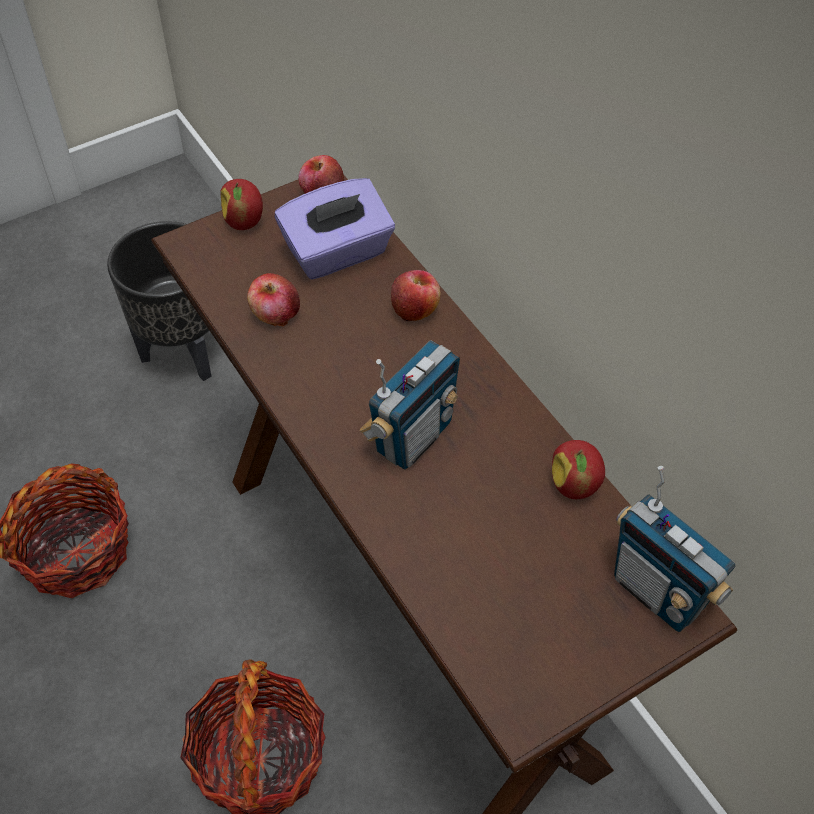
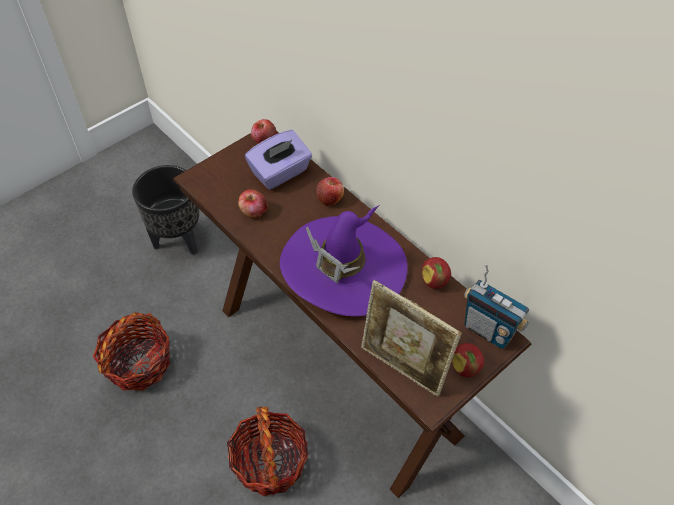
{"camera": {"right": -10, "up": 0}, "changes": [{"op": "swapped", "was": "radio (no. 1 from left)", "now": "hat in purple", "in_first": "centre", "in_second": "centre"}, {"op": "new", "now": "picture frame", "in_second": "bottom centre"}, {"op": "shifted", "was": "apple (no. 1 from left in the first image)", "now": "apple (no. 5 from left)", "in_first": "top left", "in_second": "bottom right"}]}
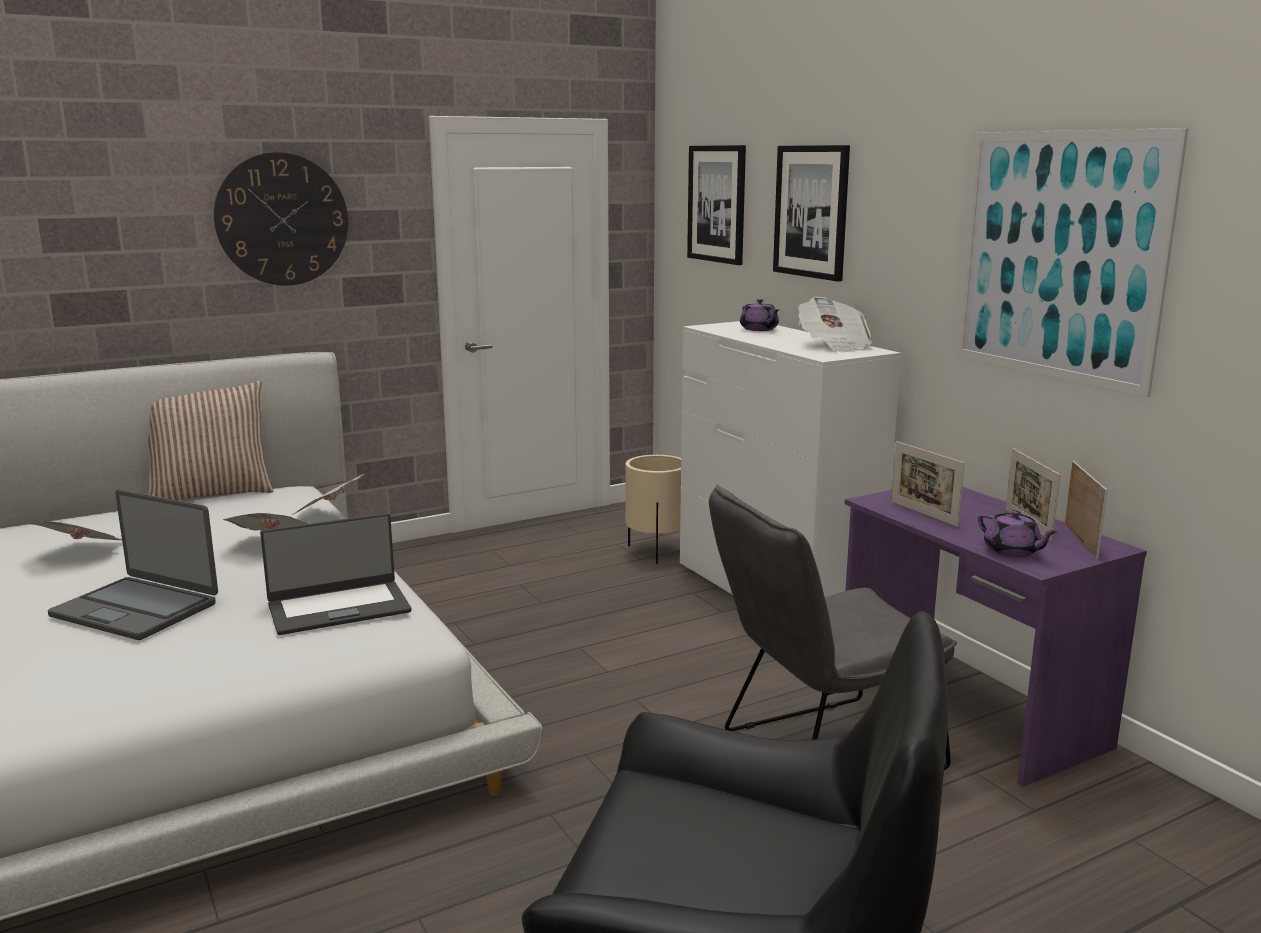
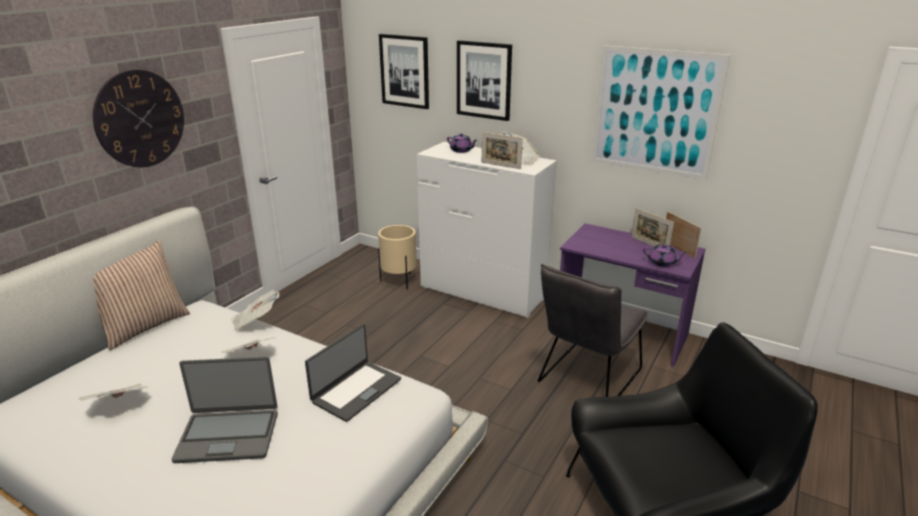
{"camera": {"right": -30, "up": 10}, "changes": [{"op": "shifted", "was": "picture frame (no. 1 from left)", "in_first": "middle right", "in_second": "top centre"}]}
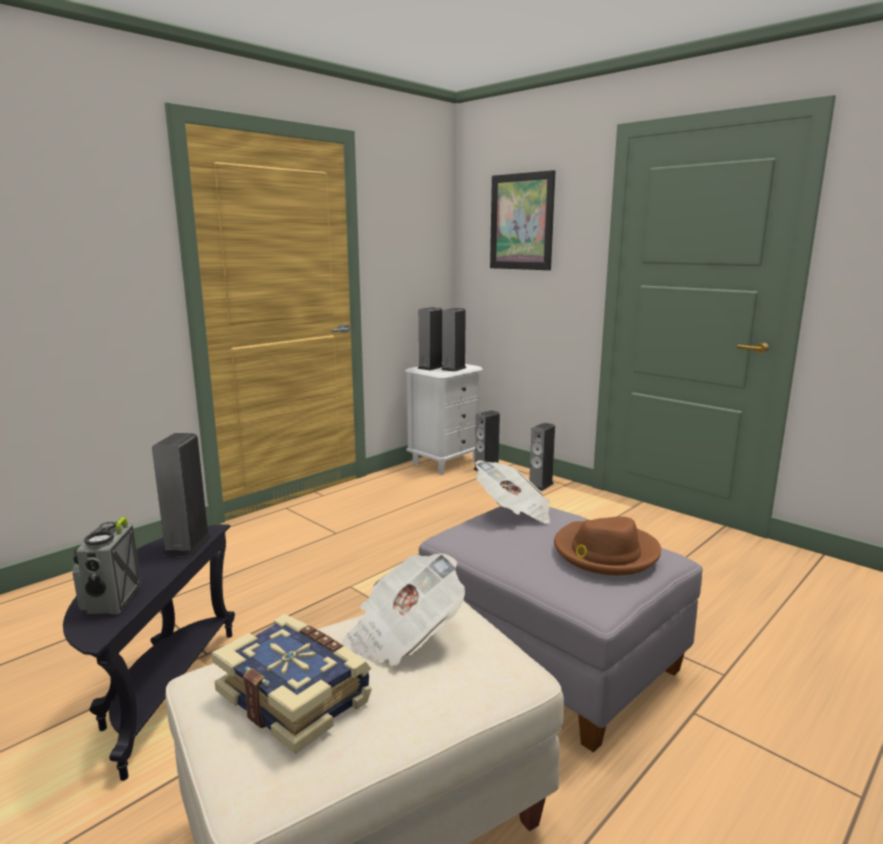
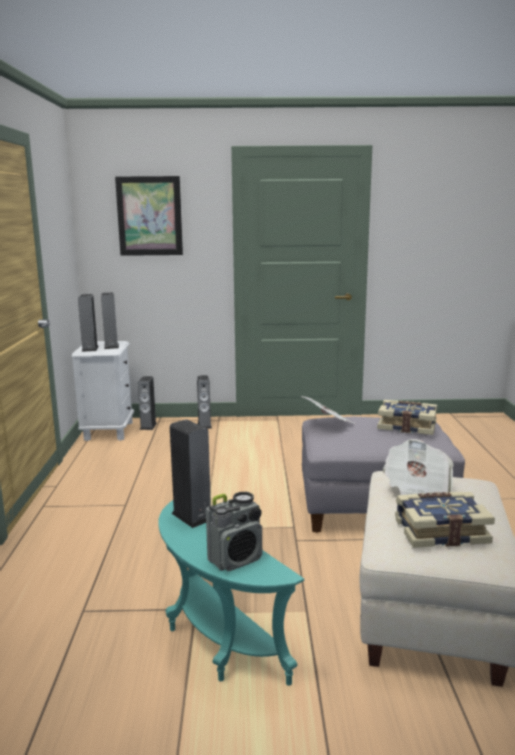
{"camera": {"right": -45, "up": 0}, "changes": [{"op": "repainted", "was": "side table in black", "now": "side table in turquoise", "in_first": "bottom left", "in_second": "bottom centre"}, {"op": "rotated", "was": "radio", "in_first": "bottom left", "in_second": "bottom centre", "clockwise": -75}, {"op": "swapped", "was": "hat in brown", "now": "book (no. 1 from left)", "in_first": "middle right", "in_second": "middle right"}]}
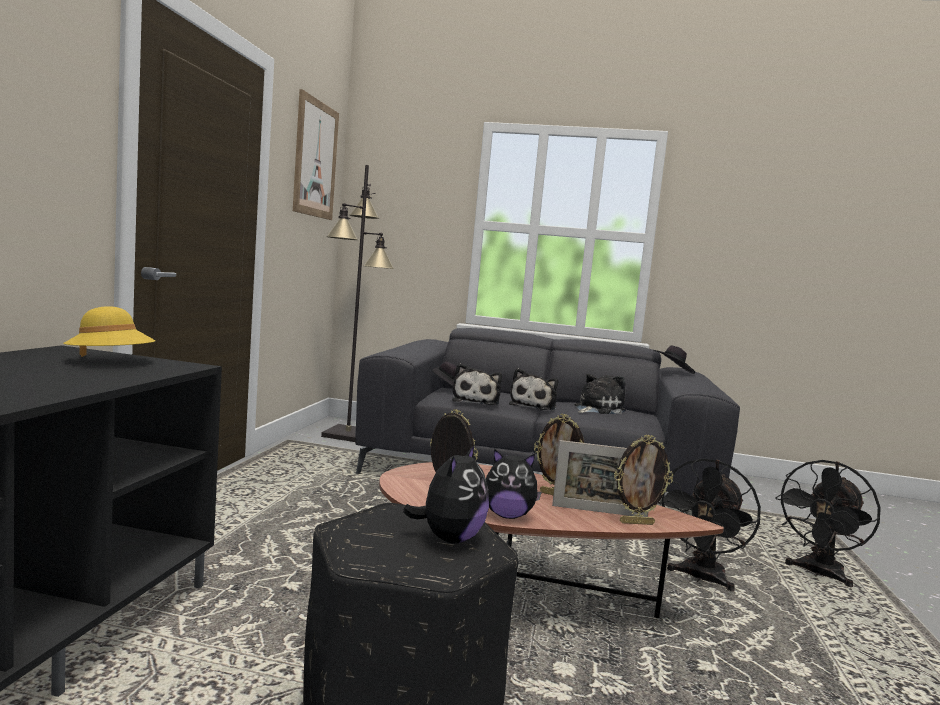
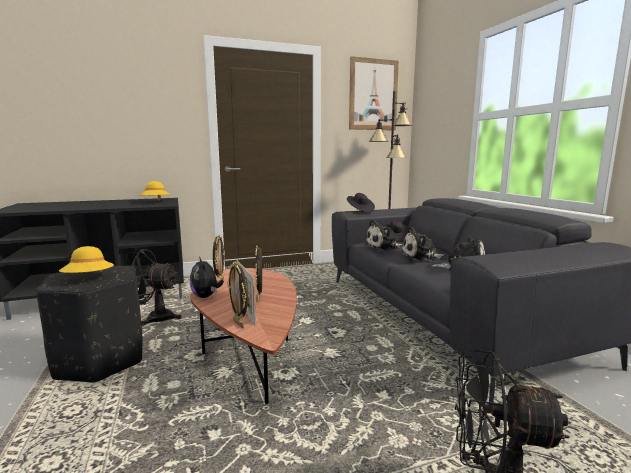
{"camera": {"right": 60, "up": 5}, "changes": [{"op": "swapped", "was": "plush toy (no. 1 from left)", "now": "hat in yellow (no. 1 from left)", "in_first": "bottom centre", "in_second": "middle left"}, {"op": "shifted", "was": "fan in black (no. 1 from left)", "in_first": "bottom right", "in_second": "middle left"}, {"op": "shifted", "was": "hat in black (no. 2 from left in the first image)", "now": "hat in black (no. 1 from left)", "in_first": "middle right", "in_second": "centre"}]}
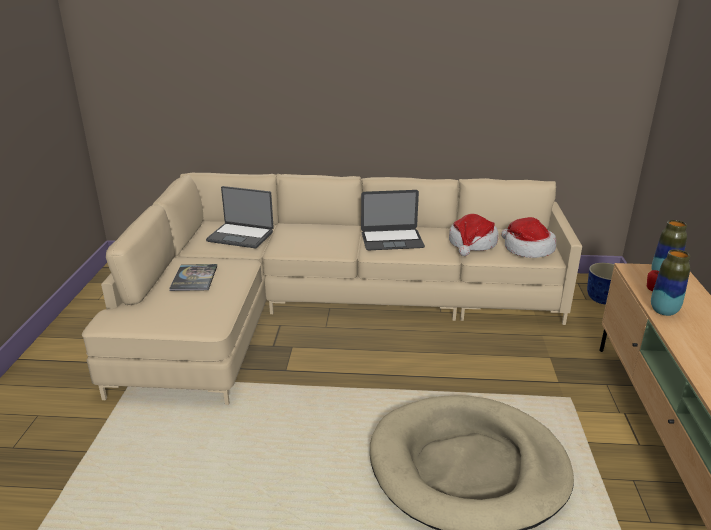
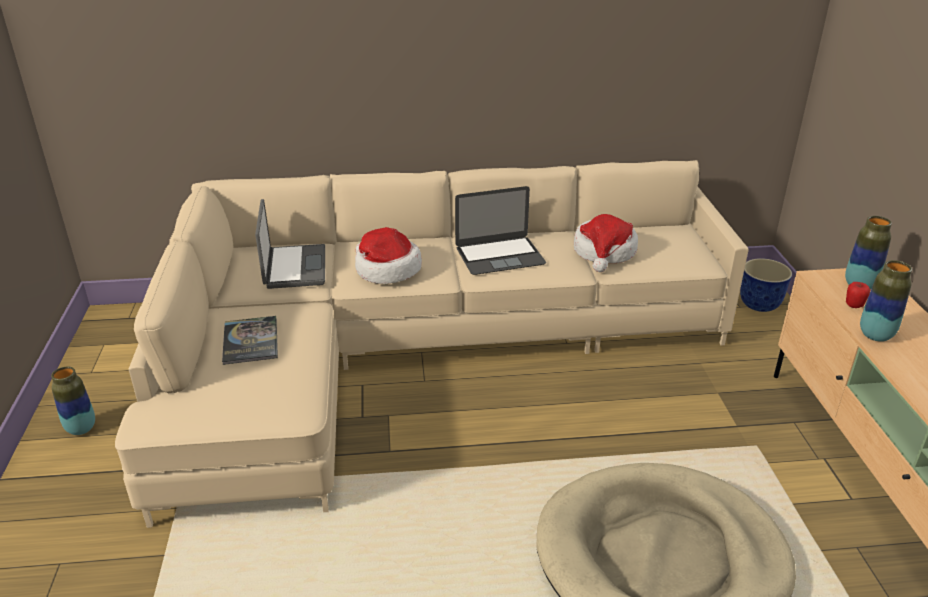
{"camera": {"right": -10, "up": 5}, "changes": [{"op": "new", "now": "vase (no. 1 from left)", "in_second": "bottom left"}, {"op": "rotated", "was": "laptop (no. 1 from left)", "in_first": "centre", "in_second": "middle left", "clockwise": -105}, {"op": "shifted", "was": "hat (no. 2 from left in the first image)", "now": "hat (no. 1 from left)", "in_first": "middle right", "in_second": "centre"}]}
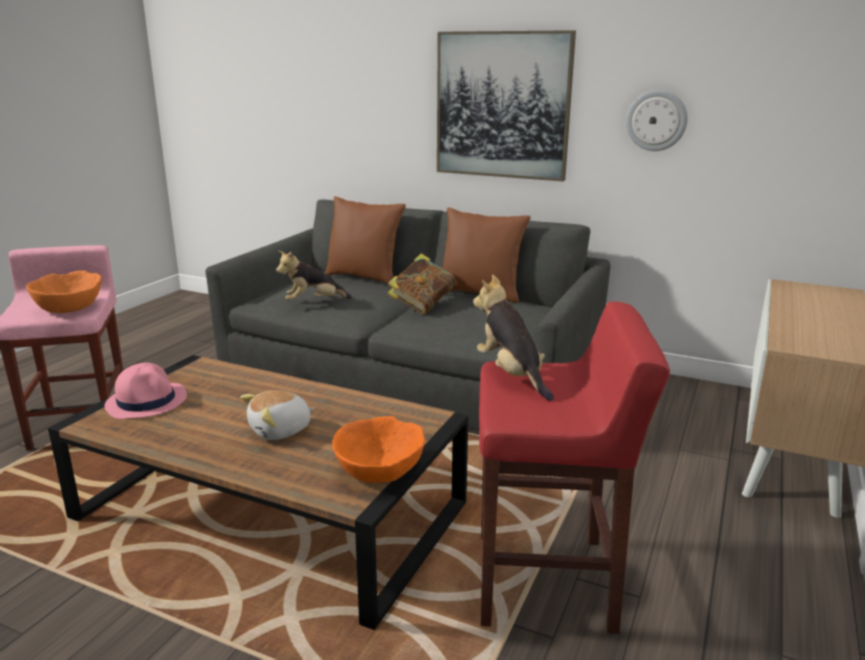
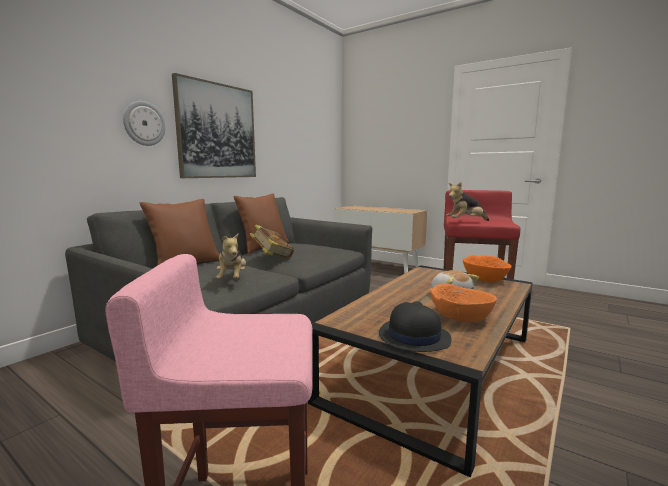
{"camera": {"right": -80, "up": -10}, "changes": [{"op": "shifted", "was": "wall clock", "in_first": "top right", "in_second": "top left"}, {"op": "repainted", "was": "hat in pink", "now": "hat in black", "in_first": "middle left", "in_second": "bottom centre"}, {"op": "shifted", "was": "bowl in orange (no. 1 from left)", "in_first": "middle left", "in_second": "middle right"}]}
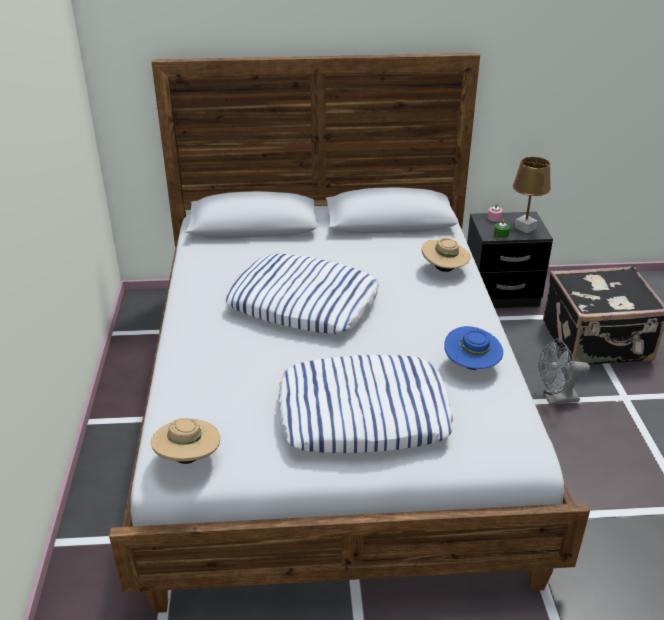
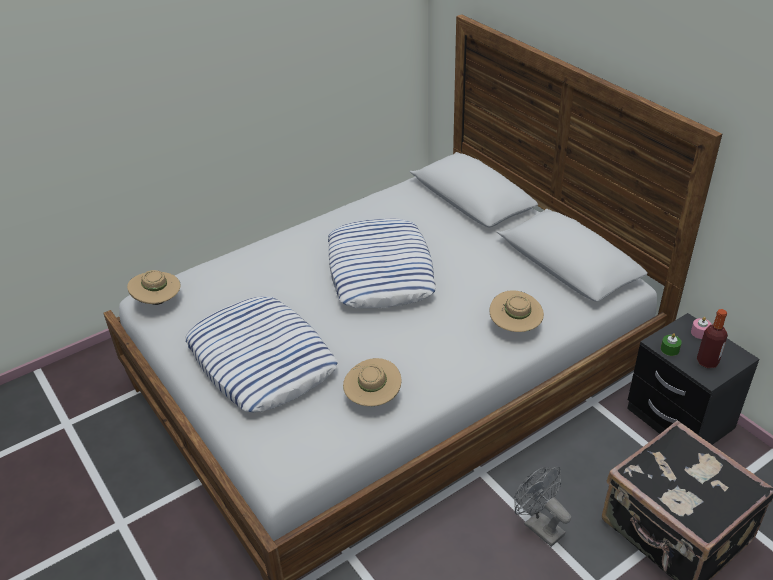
{"camera": {"right": 60, "up": 5}, "changes": [{"op": "repainted", "was": "hat in blue", "now": "hat in beige (no. 2 from left)", "in_first": "middle right", "in_second": "centre"}, {"op": "swapped", "was": "table lamp in brown", "now": "bottle", "in_first": "top right", "in_second": "middle right"}]}
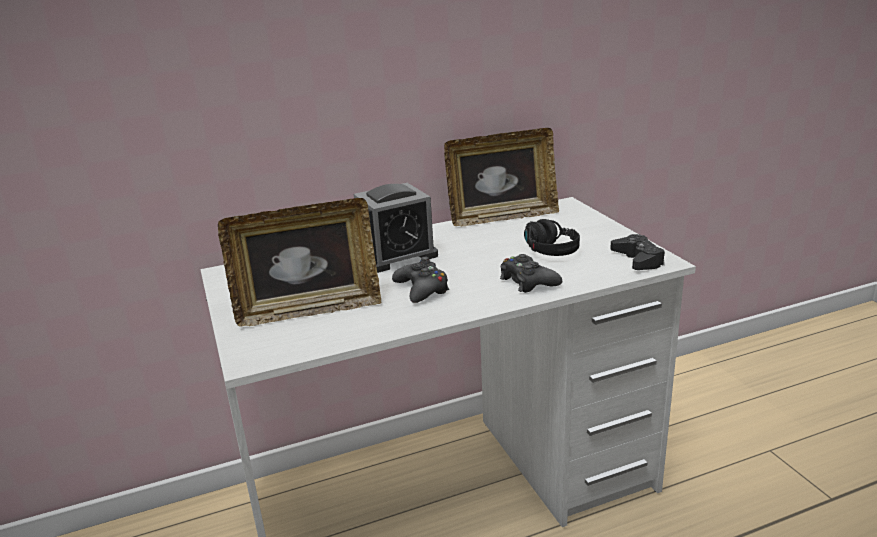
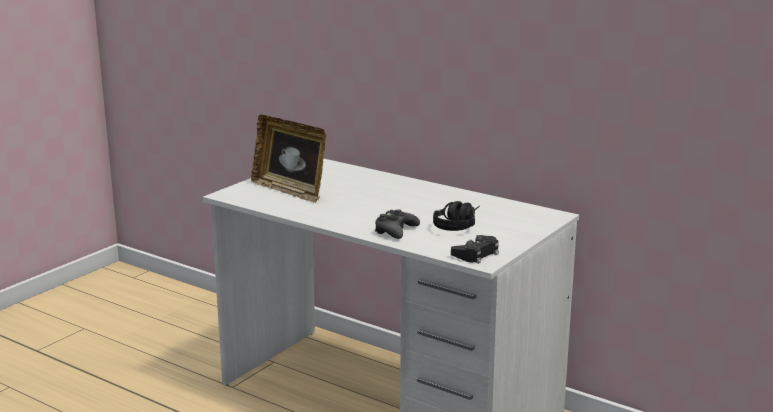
{"camera": {"right": 55, "up": -5}, "changes": [{"op": "gone", "was": "alarm clock", "in_first": "centre"}, {"op": "gone", "was": "game controller in black (no. 1 from left)", "in_first": "centre"}, {"op": "gone", "was": "picture frame (no. 2 from left)", "in_first": "top centre"}]}
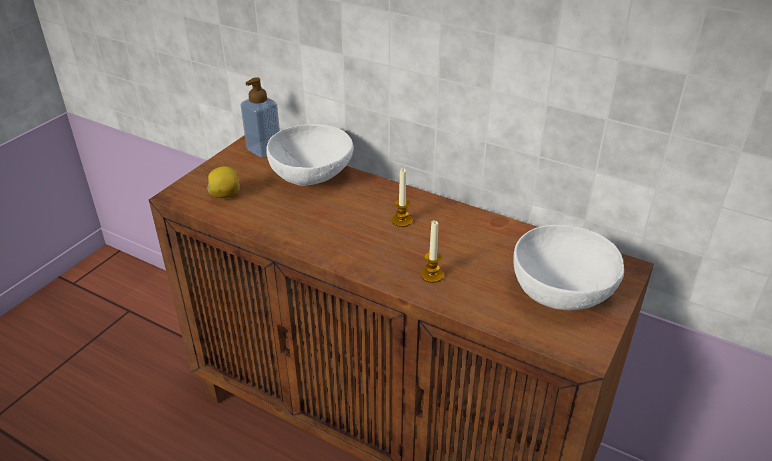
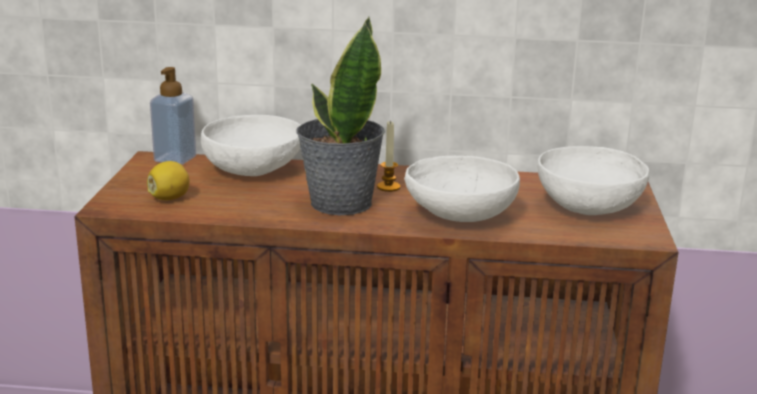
{"camera": {"right": -25, "up": -15}, "changes": [{"op": "new", "now": "potted plant", "in_second": "top centre"}, {"op": "swapped", "was": "candle (no. 2 from left)", "now": "bowl in white (no. 2 from left)", "in_first": "centre", "in_second": "centre"}]}
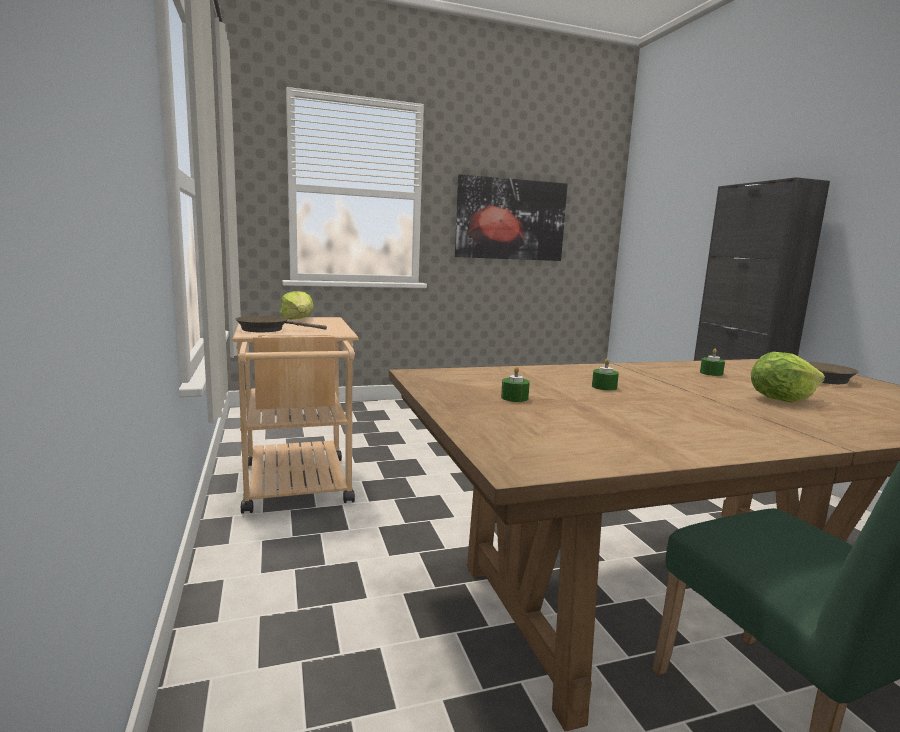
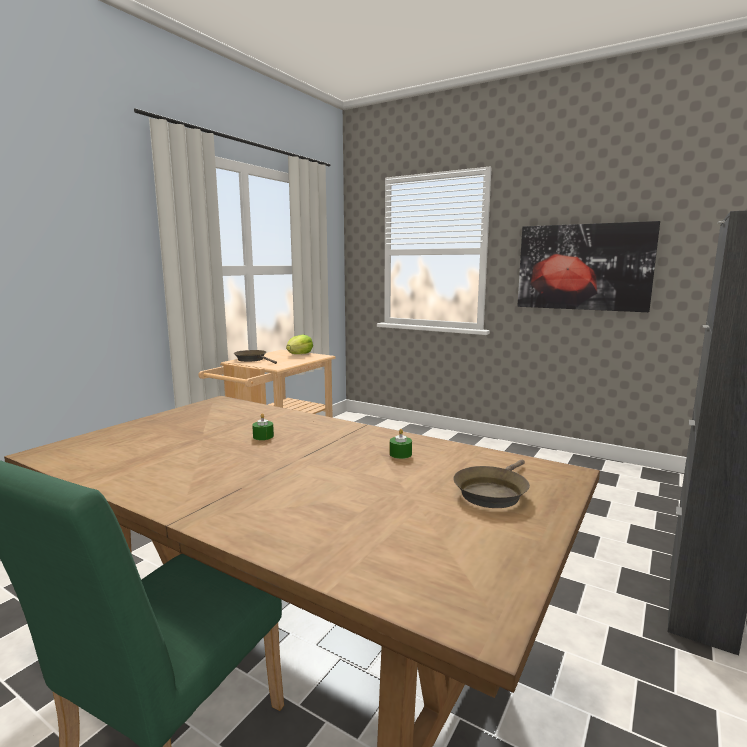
{"camera": {"right": 50, "up": 0}, "changes": [{"op": "gone", "was": "candle in green (no. 1 from left)", "in_first": "centre"}, {"op": "gone", "was": "lettuce (no. 2 from left)", "in_first": "middle right"}]}
